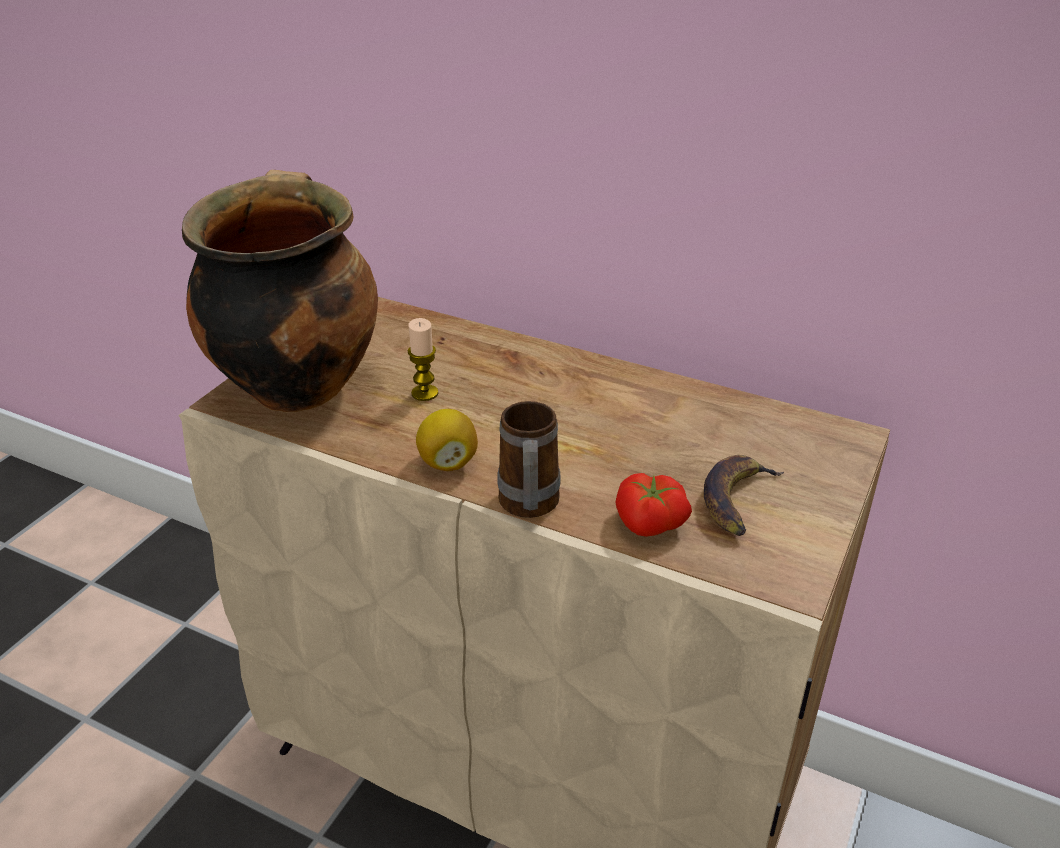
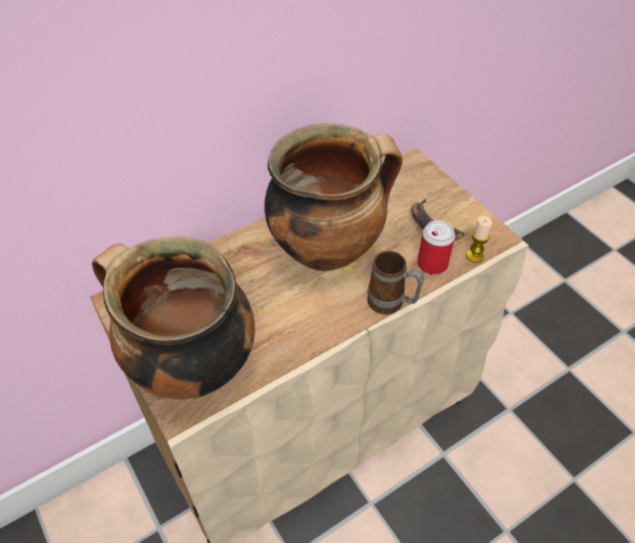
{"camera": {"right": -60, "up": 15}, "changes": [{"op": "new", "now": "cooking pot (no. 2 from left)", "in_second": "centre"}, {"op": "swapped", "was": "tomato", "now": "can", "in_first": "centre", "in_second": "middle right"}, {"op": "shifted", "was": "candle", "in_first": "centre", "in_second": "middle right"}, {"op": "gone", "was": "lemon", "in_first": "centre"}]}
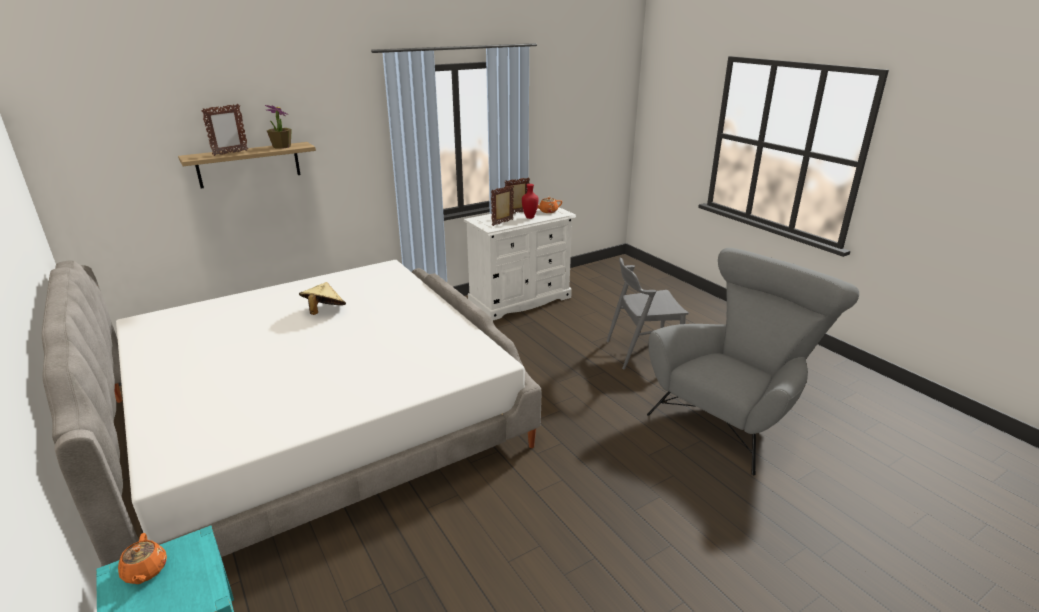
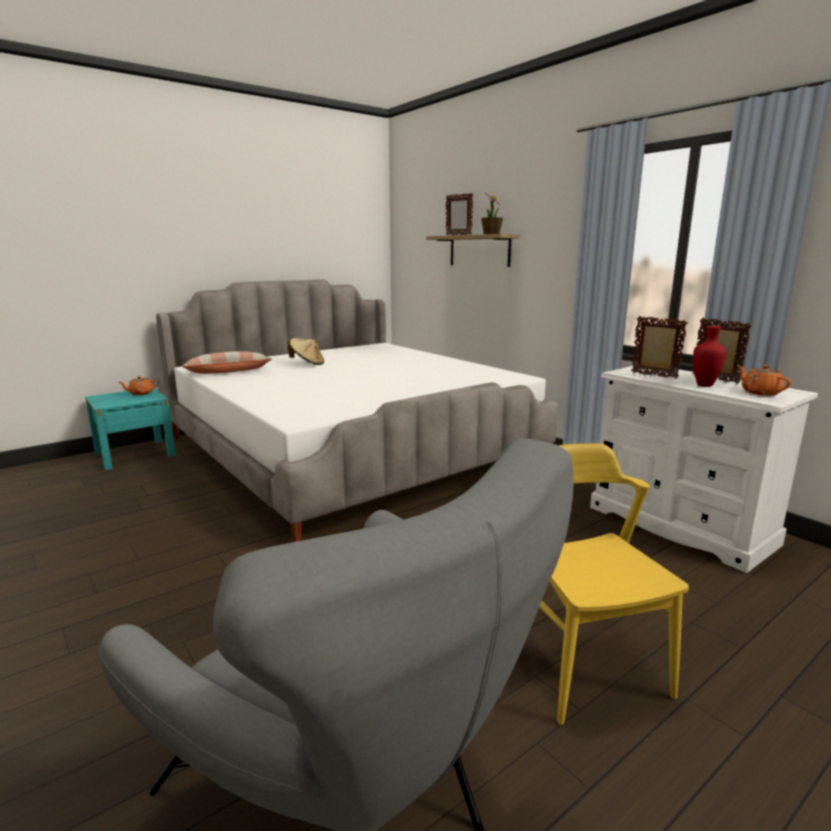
{"camera": {"right": 85, "up": -10}, "changes": [{"op": "new", "now": "pillow", "in_second": "middle left"}, {"op": "shifted", "was": "hat in beige", "in_first": "middle left", "in_second": "centre"}, {"op": "repainted", "was": "chair in grey", "now": "chair in yellow", "in_first": "centre", "in_second": "bottom right"}]}
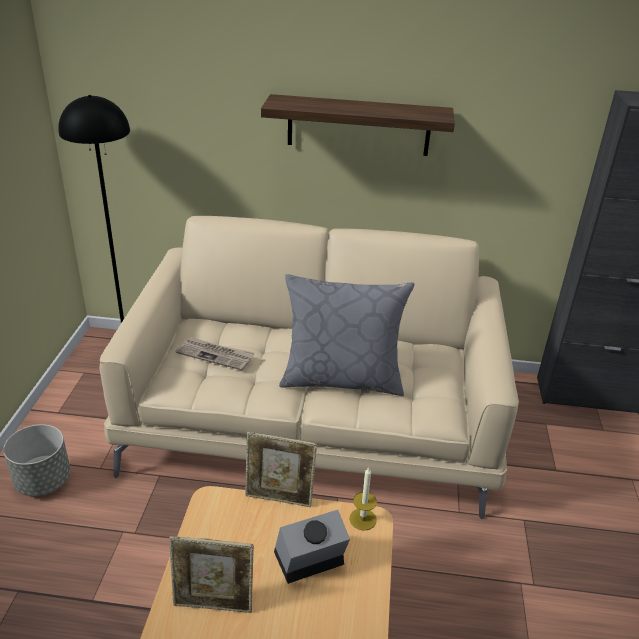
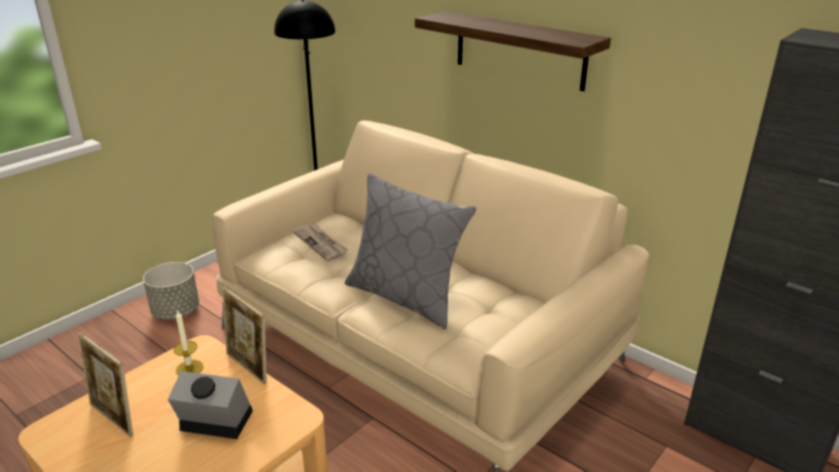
{"camera": {"right": 35, "up": -5}, "changes": [{"op": "shifted", "was": "candle", "in_first": "bottom centre", "in_second": "bottom left"}]}
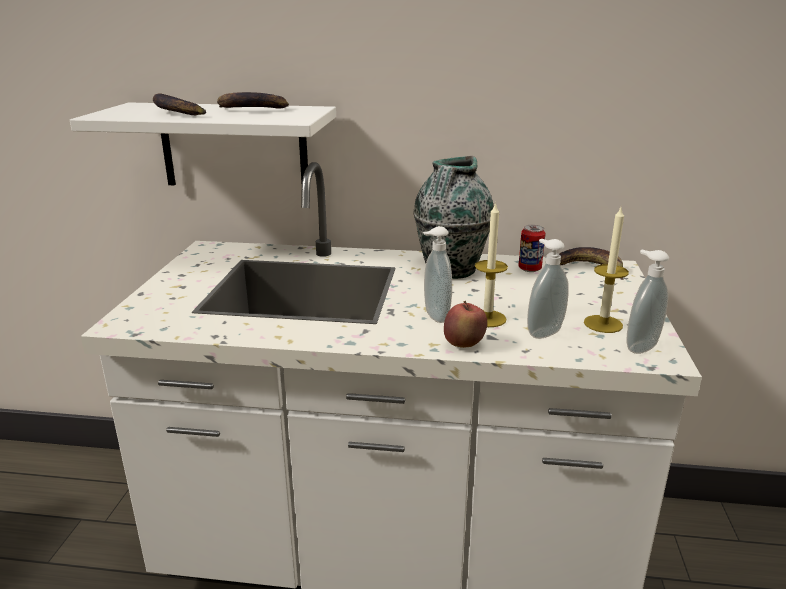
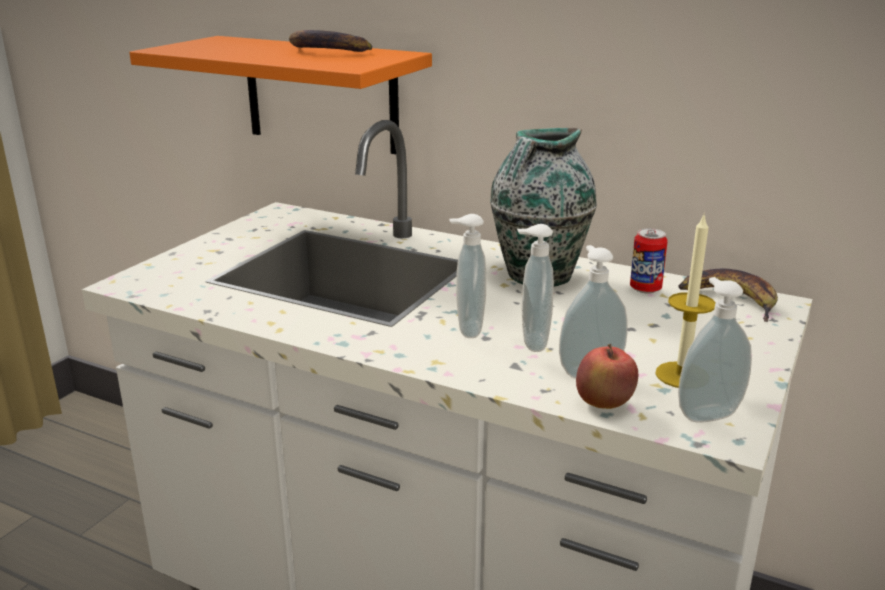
{"camera": {"right": 20, "up": 0}, "changes": [{"op": "repainted", "was": "shelf in white", "now": "shelf in orange", "in_first": "top left", "in_second": "top left"}, {"op": "swapped", "was": "candle (no. 1 from left)", "now": "soap dispenser (no. 2 from left)", "in_first": "centre", "in_second": "centre"}, {"op": "shifted", "was": "apple", "in_first": "centre", "in_second": "middle right"}, {"op": "gone", "was": "banana (no. 1 from left)", "in_first": "top left"}]}
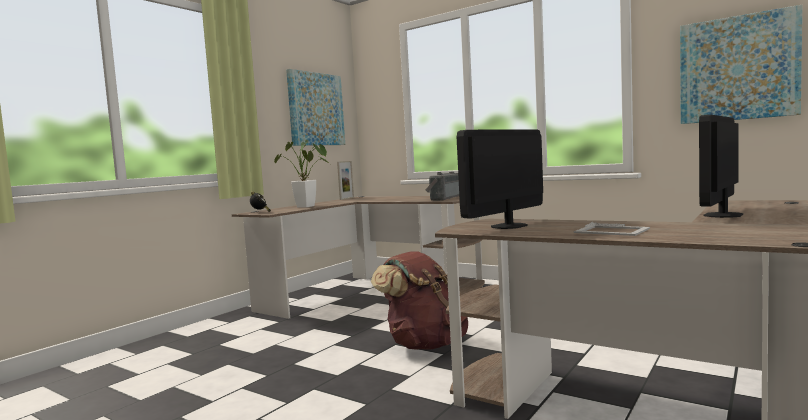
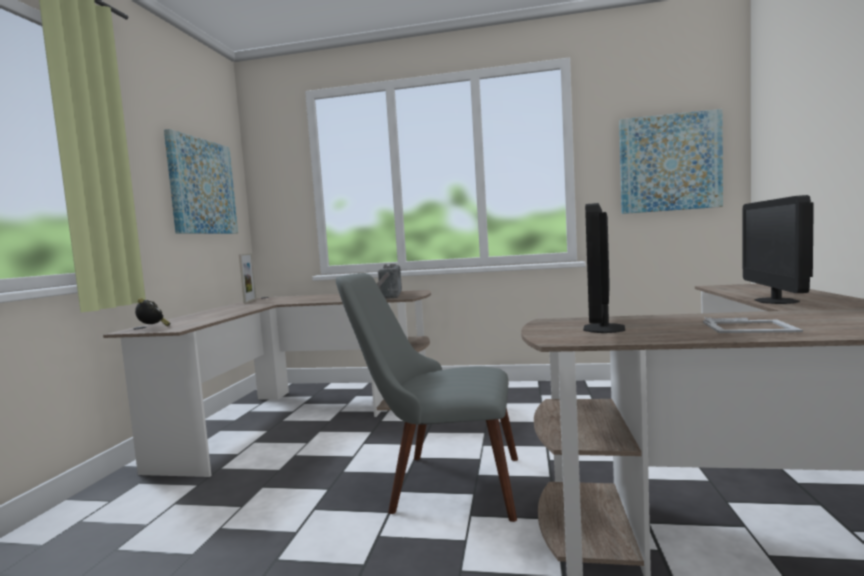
{"camera": {"right": -25, "up": 0}, "changes": [{"op": "swapped", "was": "backpack in brown", "now": "chair in grey", "in_first": "bottom centre", "in_second": "bottom centre"}, {"op": "gone", "was": "potted plant", "in_first": "centre"}]}
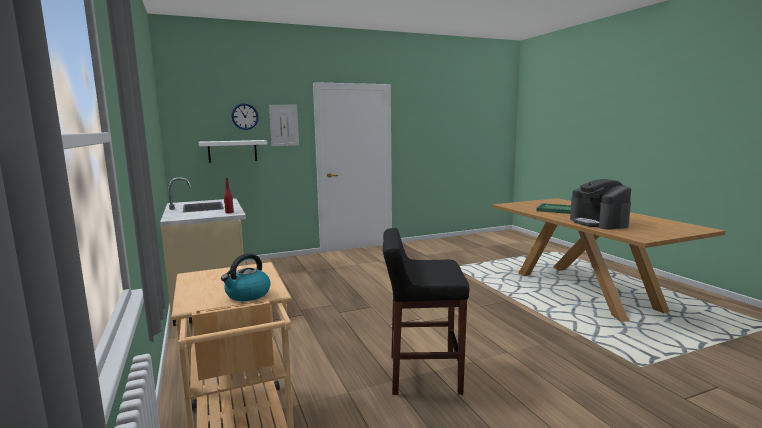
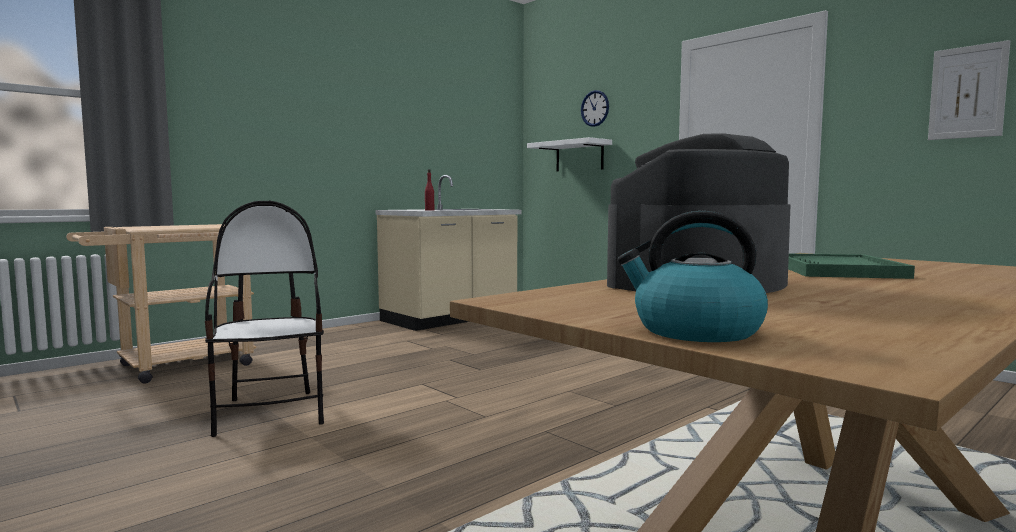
{"camera": {"right": 70, "up": -5}, "changes": [{"op": "swapped", "was": "stool in black", "now": "chair", "in_first": "bottom centre", "in_second": "middle left"}, {"op": "shifted", "was": "kettle", "in_first": "middle left", "in_second": "middle right"}, {"op": "shifted", "was": "picture", "in_first": "top centre", "in_second": "top right"}]}
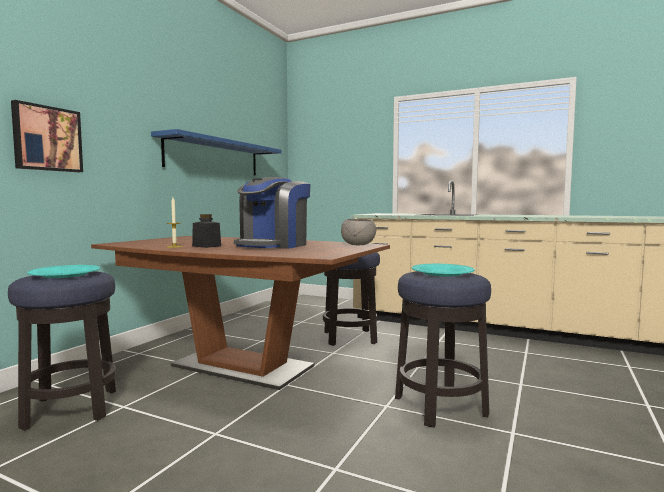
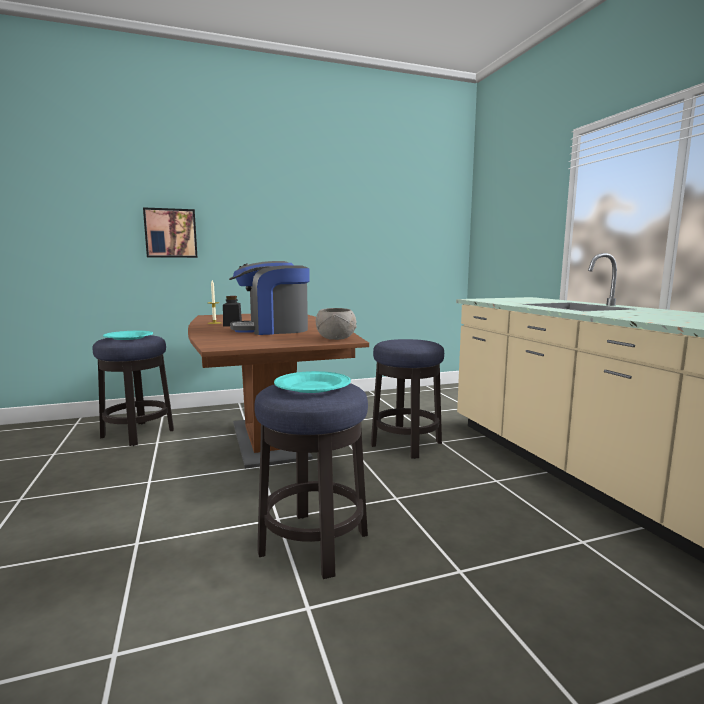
{"camera": {"right": 45, "up": 5}, "changes": [{"op": "gone", "was": "shelf in blue", "in_first": "top left"}]}
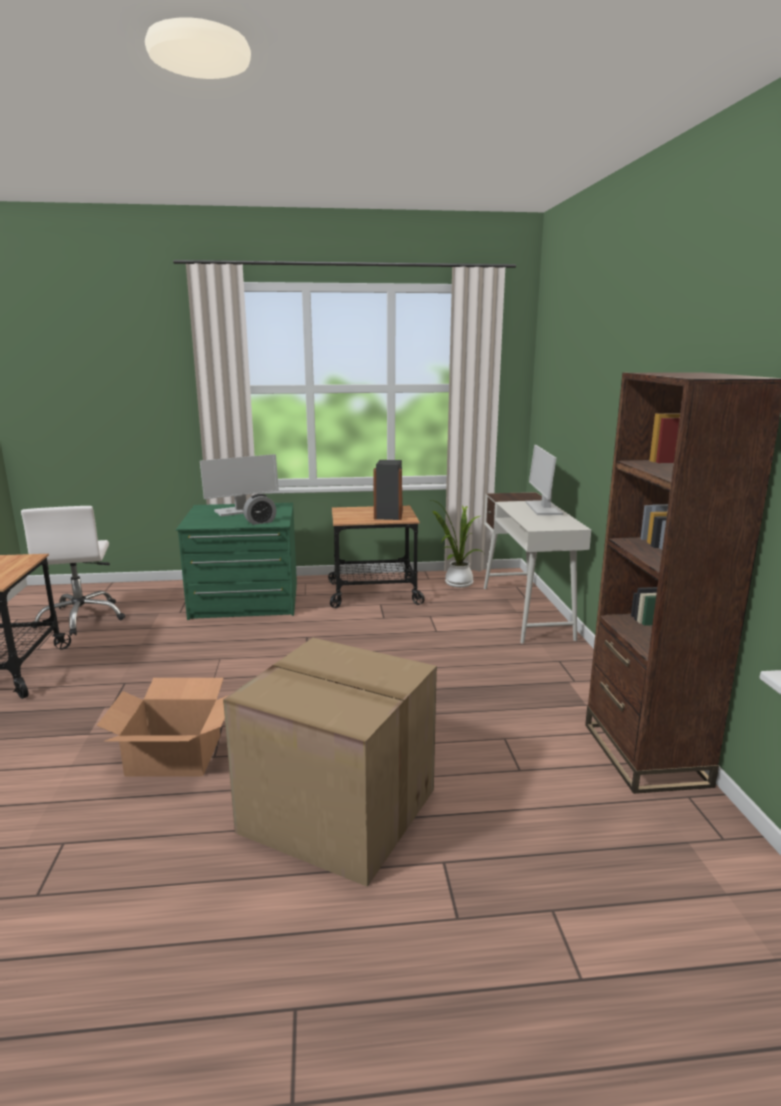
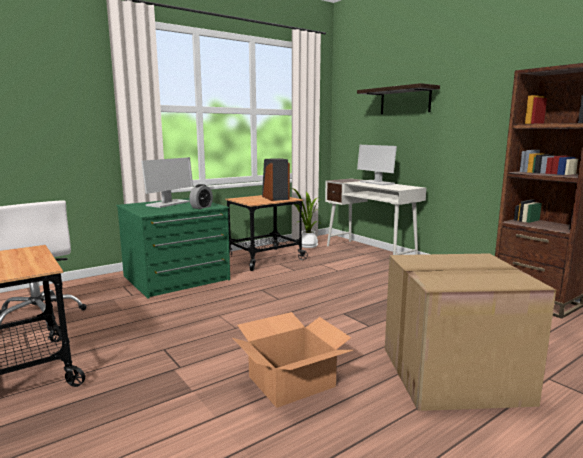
{"camera": {"right": -30, "up": -5}, "changes": [{"op": "new", "now": "shelf", "in_second": "top right"}]}
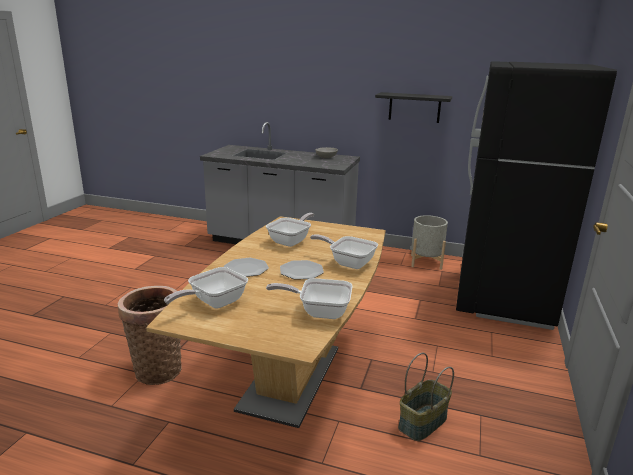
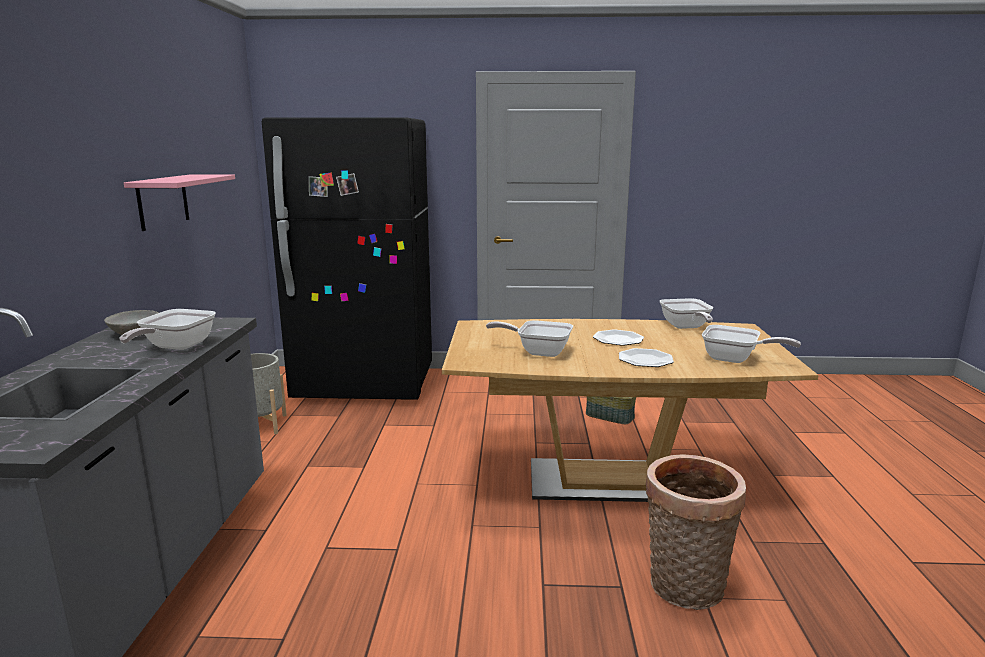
{"camera": {"right": -105, "up": -5}, "changes": [{"op": "shifted", "was": "frying pan (no. 4 from left in the first image)", "now": "frying pan (no. 1 from left)", "in_first": "centre", "in_second": "middle left"}, {"op": "repainted", "was": "shelf in black", "now": "shelf in pink", "in_first": "top centre", "in_second": "top left"}]}
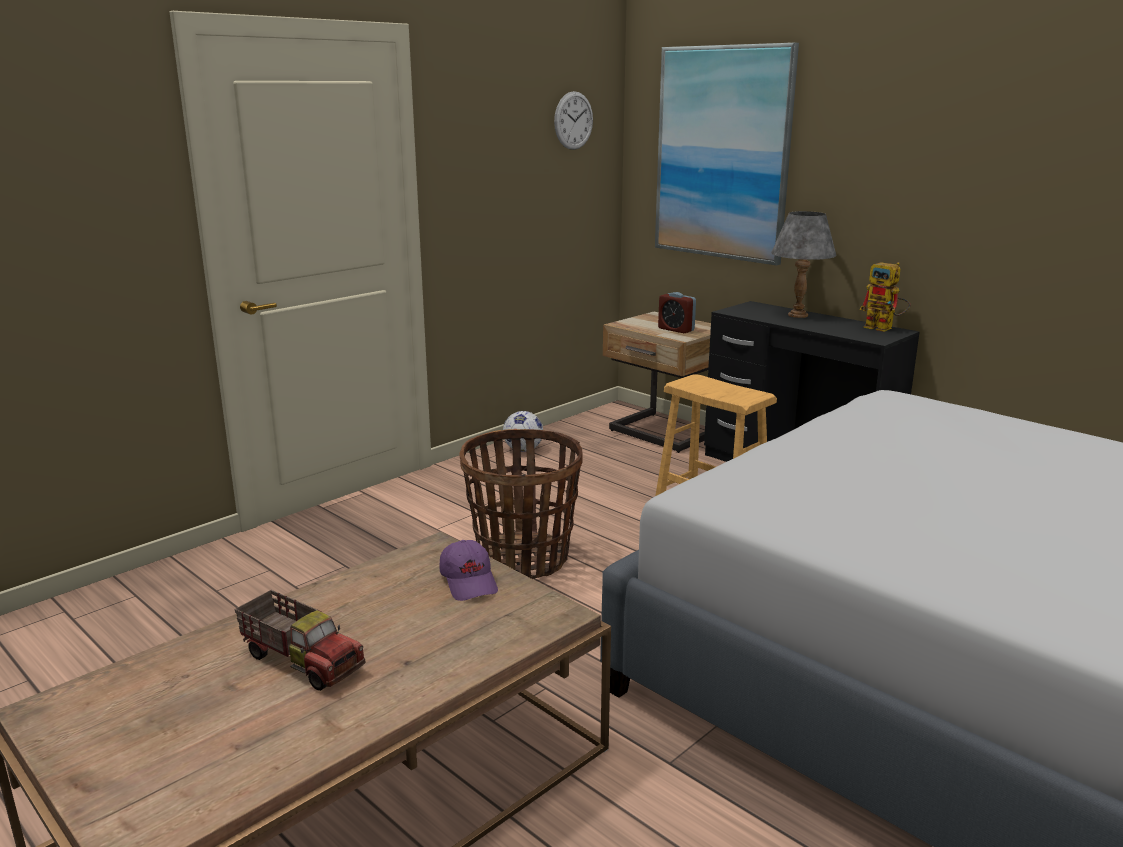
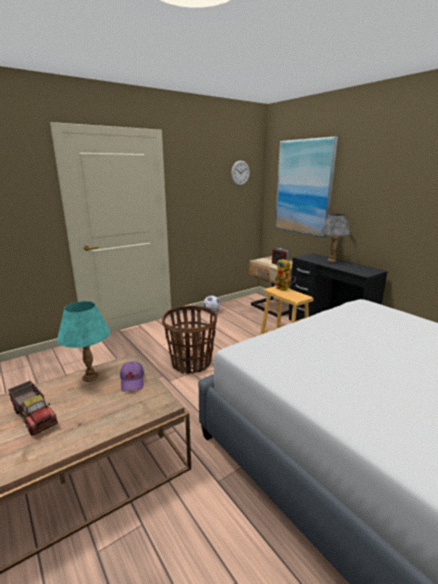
{"camera": {"right": 10, "up": 0}, "changes": [{"op": "new", "now": "table lamp in turquoise", "in_second": "middle left"}, {"op": "shifted", "was": "toy robot", "in_first": "middle right", "in_second": "centre"}]}
